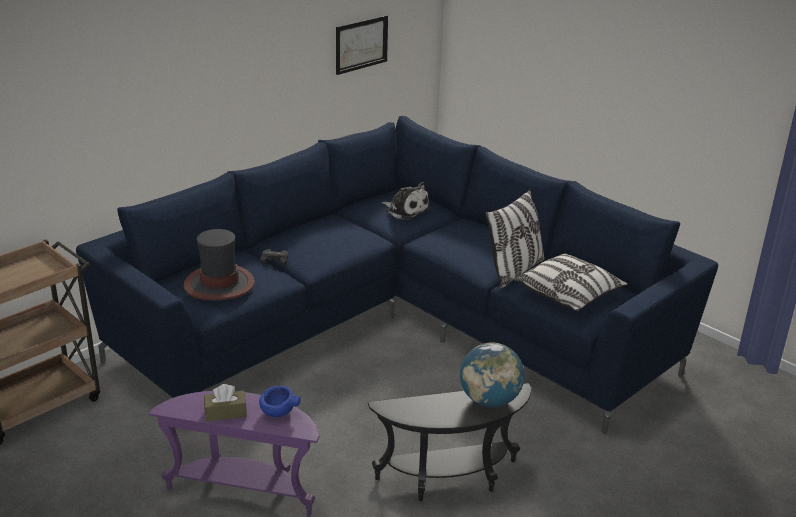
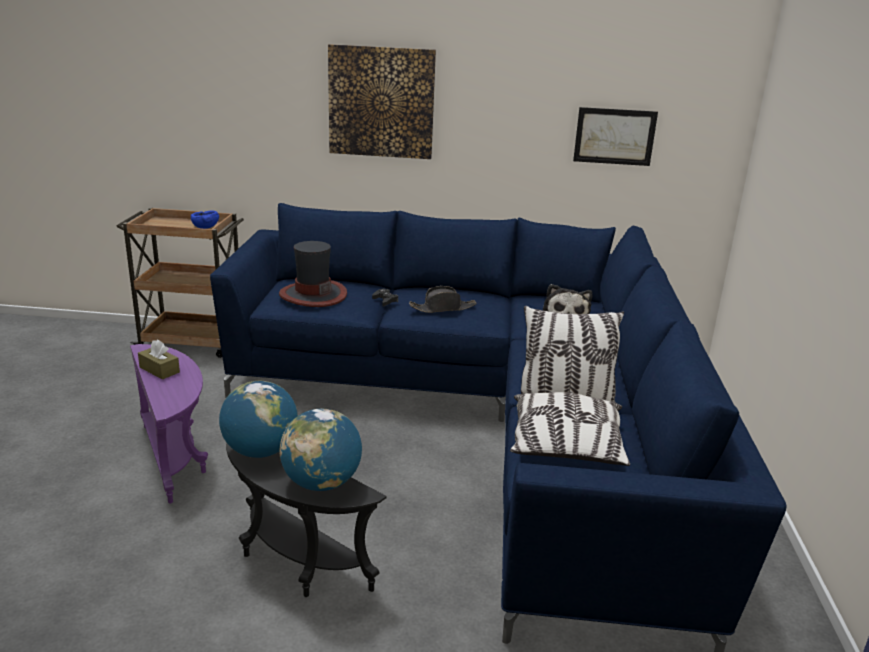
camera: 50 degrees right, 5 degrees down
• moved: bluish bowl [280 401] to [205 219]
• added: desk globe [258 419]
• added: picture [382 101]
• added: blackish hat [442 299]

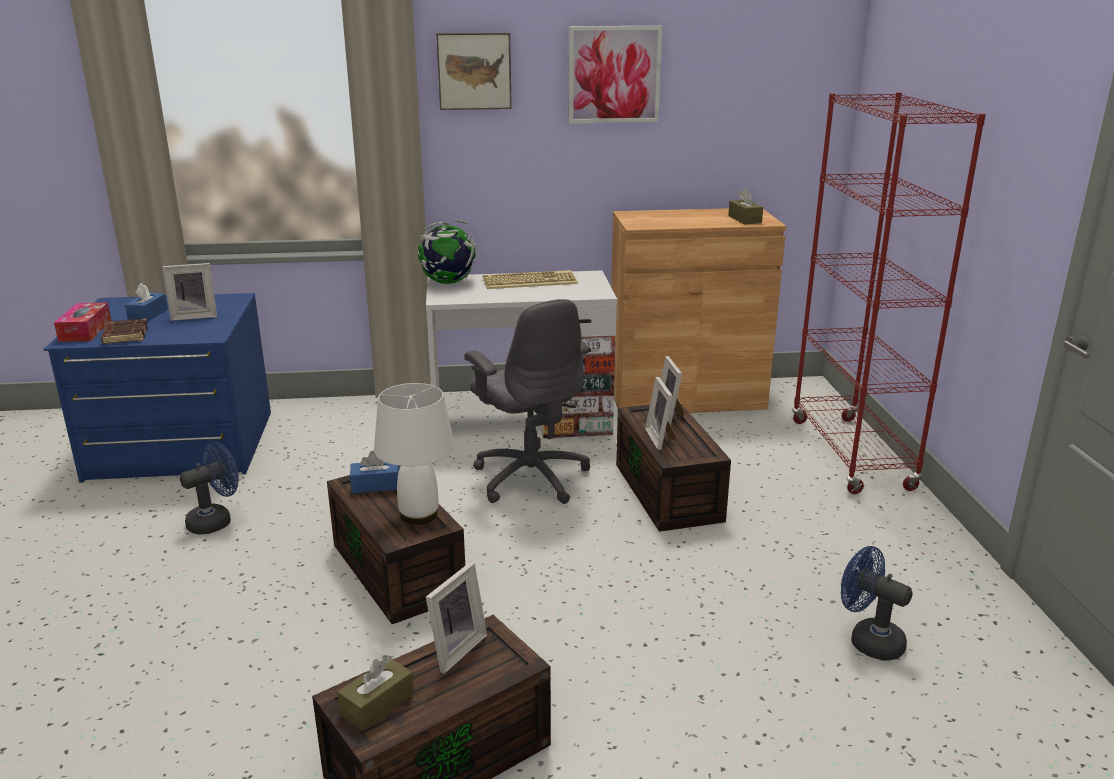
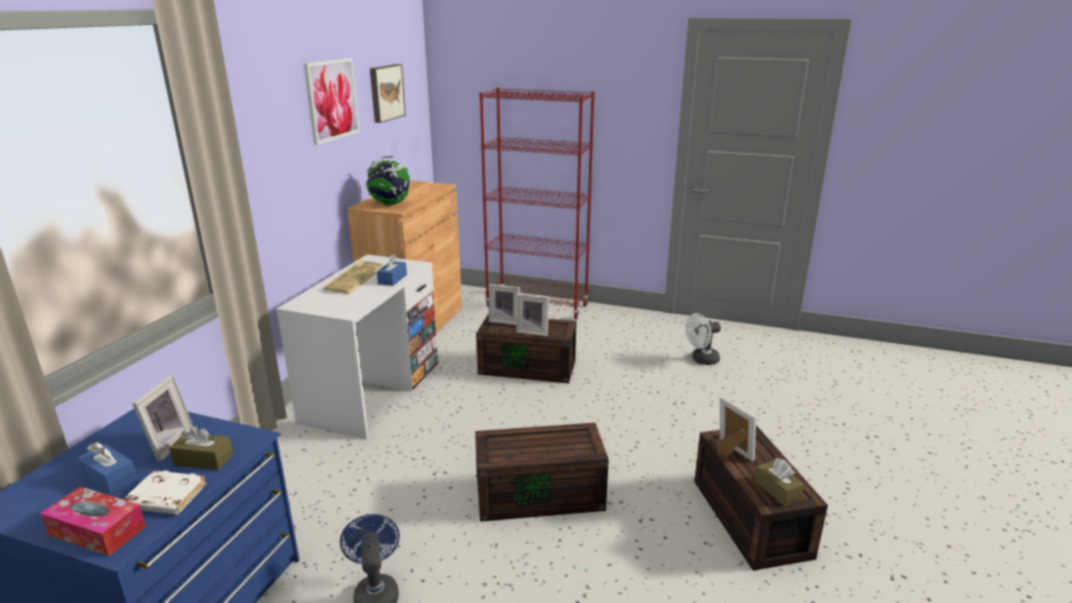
camera: 65 degrees left, 0 degrees up
• recoloured: brown volume [124 331] to white volume [165 492]
• moved: bluish tissue box [374 472] to [392 270]
• removed: white lamp for a table [414 454]
• moved: desk globe [447 252] to [388 180]
• moved: picture [474 71] to [388 93]
• removed: gray office chair [527 401]
• moved: brown tissue box [745 206] to [201 447]
• recoloured: bluish fan [877 603] to white fan [703 339]

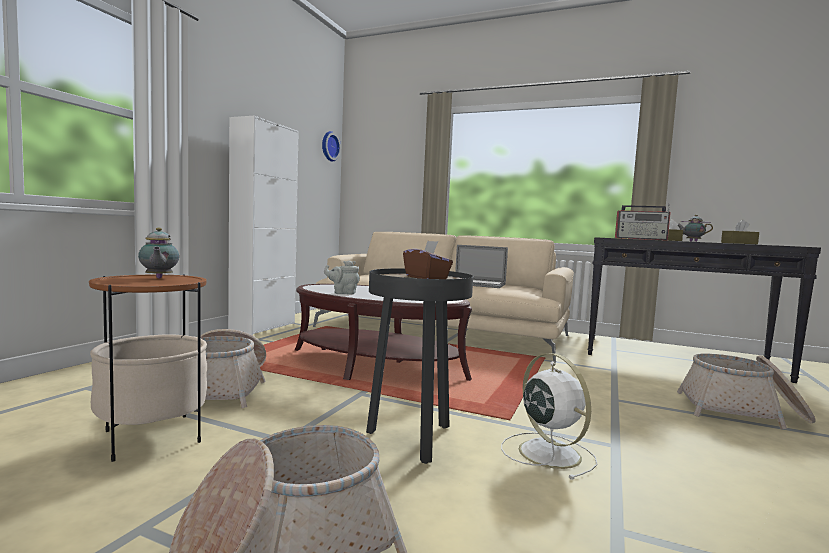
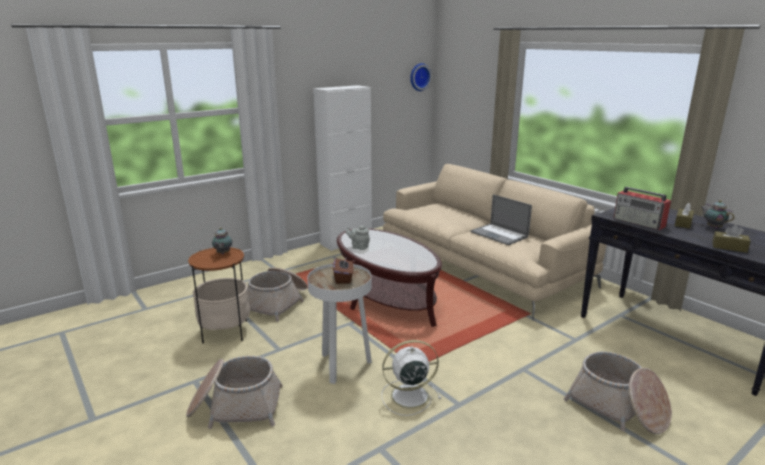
camera: 30 degrees right, 15 degrees up
• recoloured: blackish accent table [419 366] to white accent table [339 323]
• turned: white fan [549 416] = [411 378] 105 degrees counterclockwise

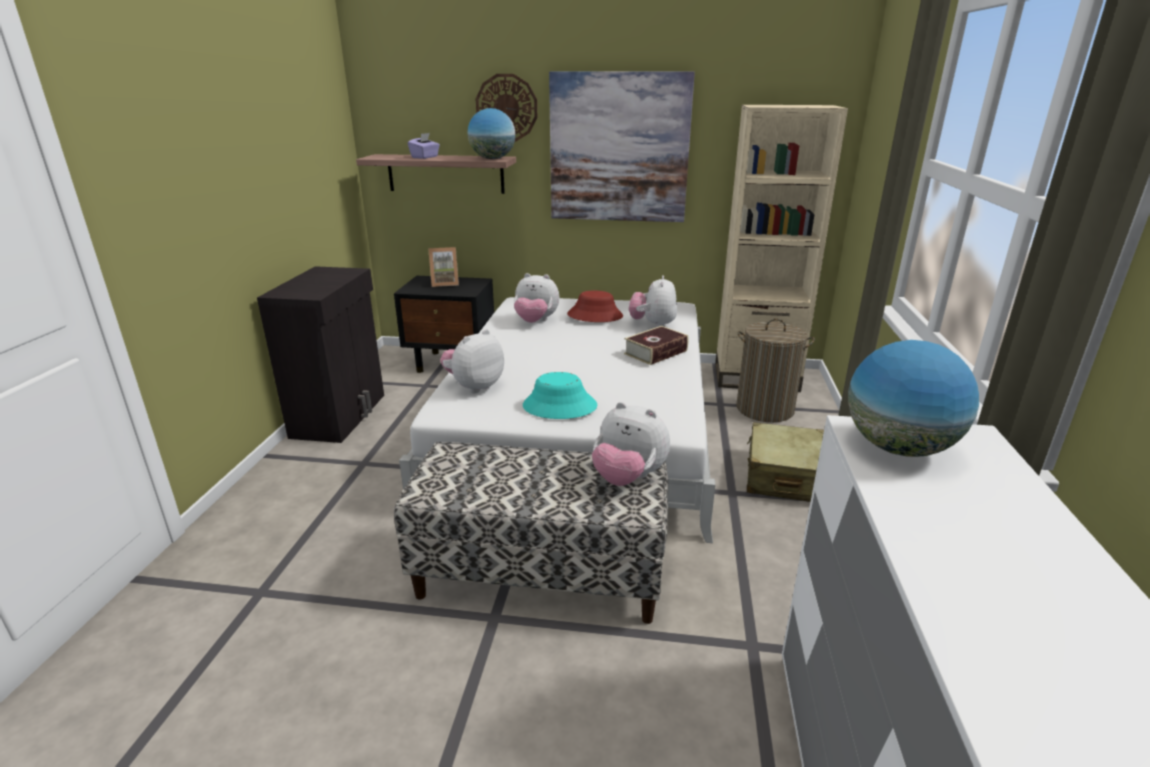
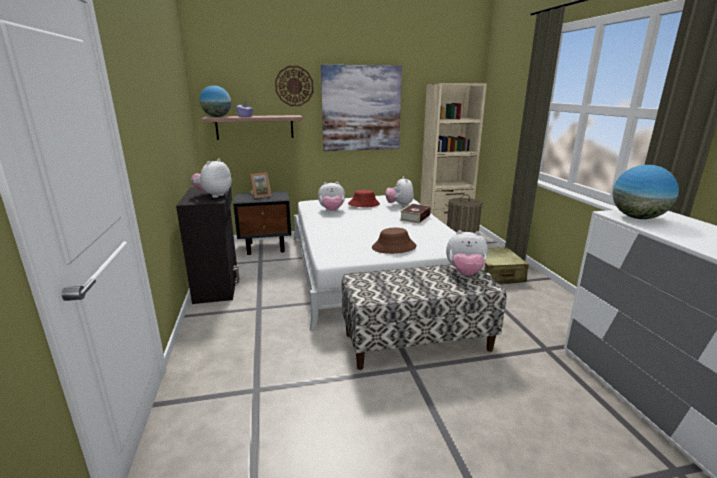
camera: 20 degrees left, 5 degrees down
• moved: cuddly toy [472 361] to [211 178]
• moved: desk globe [492 133] to [215 101]
• recoloured: turquoise-coloured hat [560 395] to brown hat [394 241]

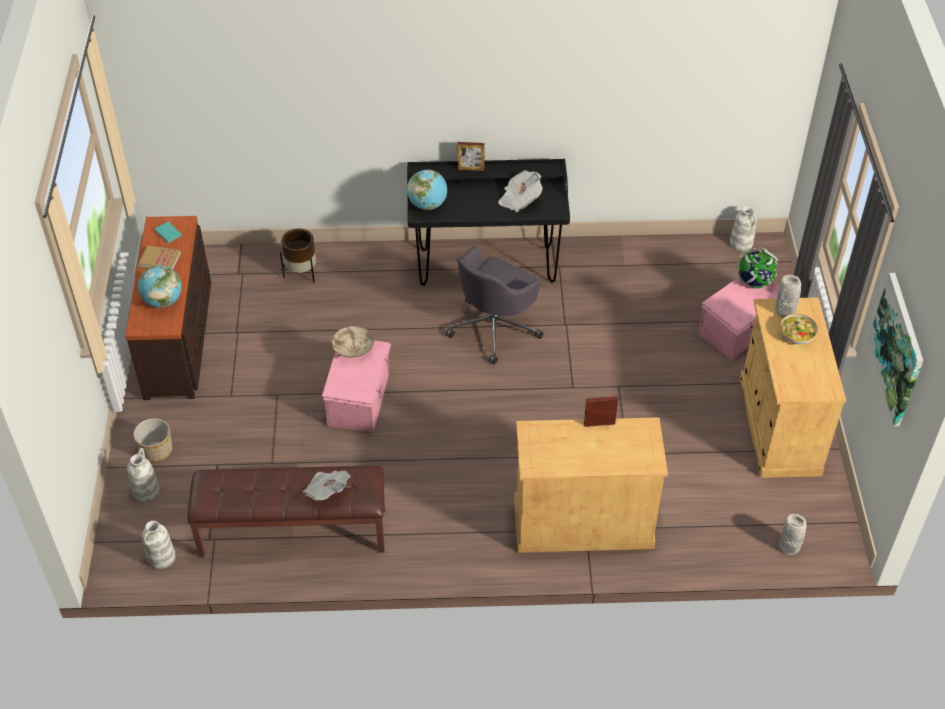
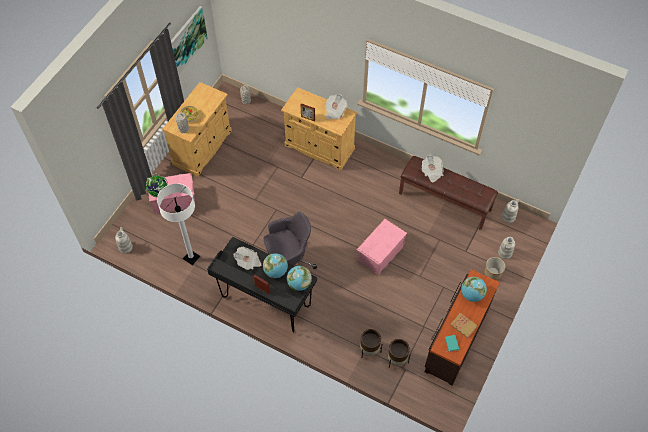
camera: 150 degrees left, 10 degrees up
• removed: sand-coloured bowl [353 341]
• added: white floor lamp [178 224]
• added: desk globe [275 265]
• added: newspaper [336 106]
• added: brown planter [399 353]

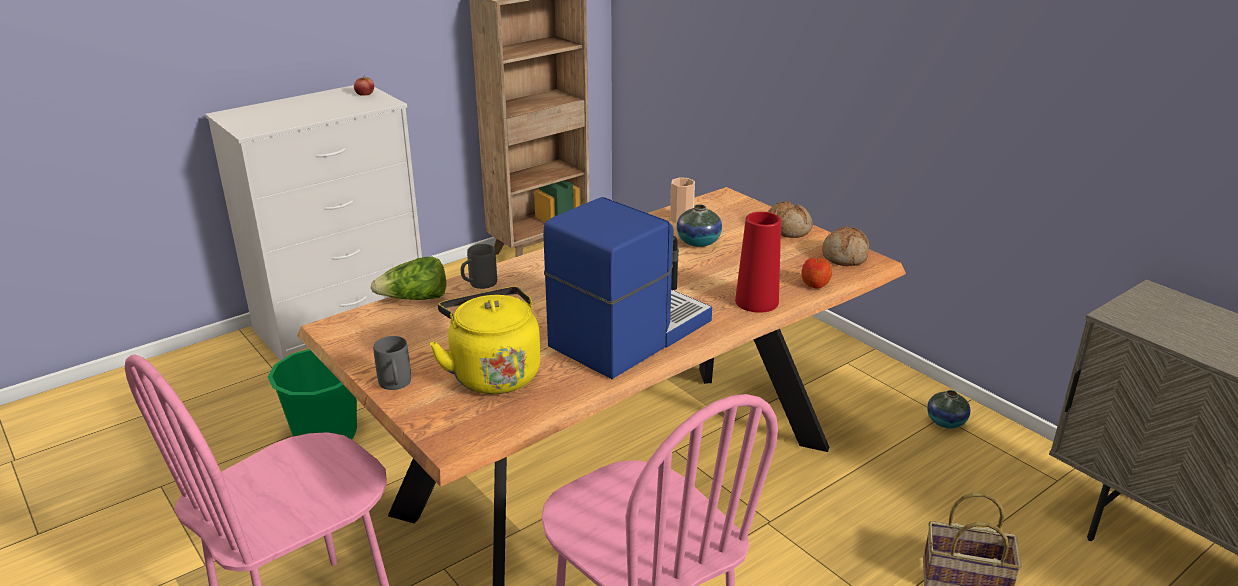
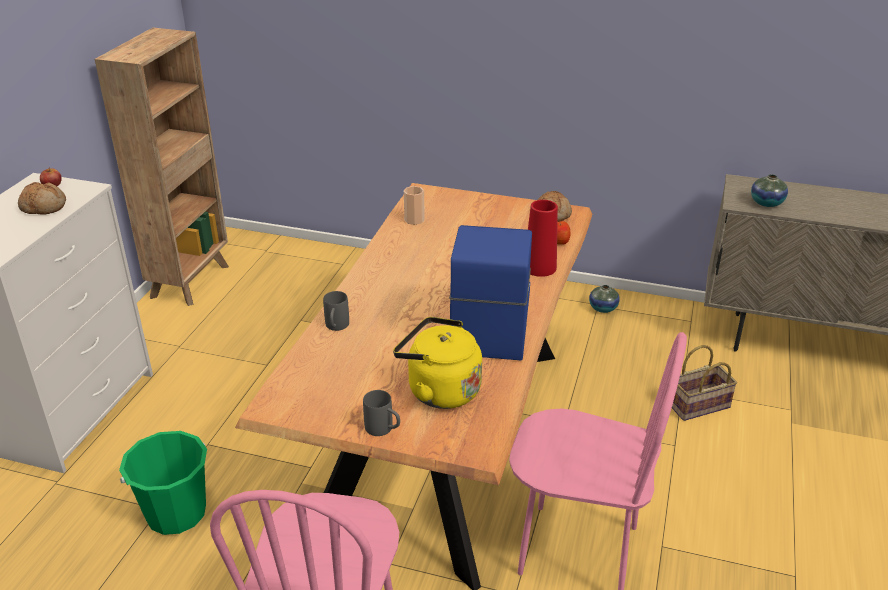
camera: 35 degrees left, 5 degrees up
• removed: head of lettuce [408 278]
• moved: decorative vase [699 225] to [769 190]
• moved: bread [790 219] to [42 198]

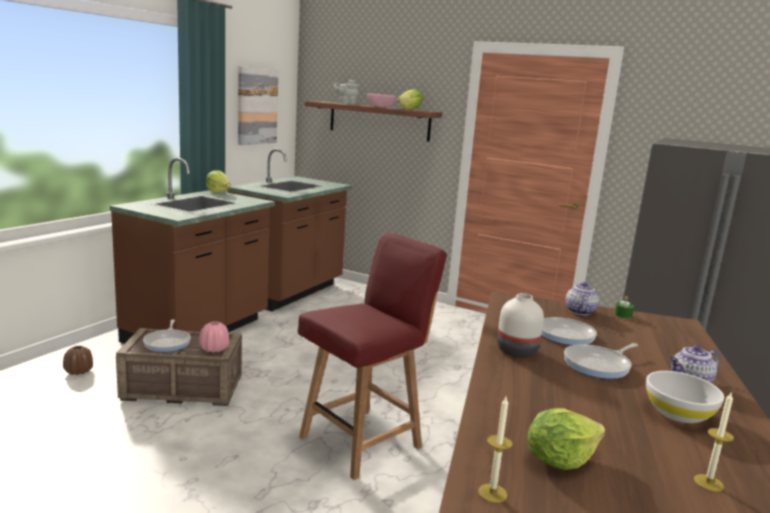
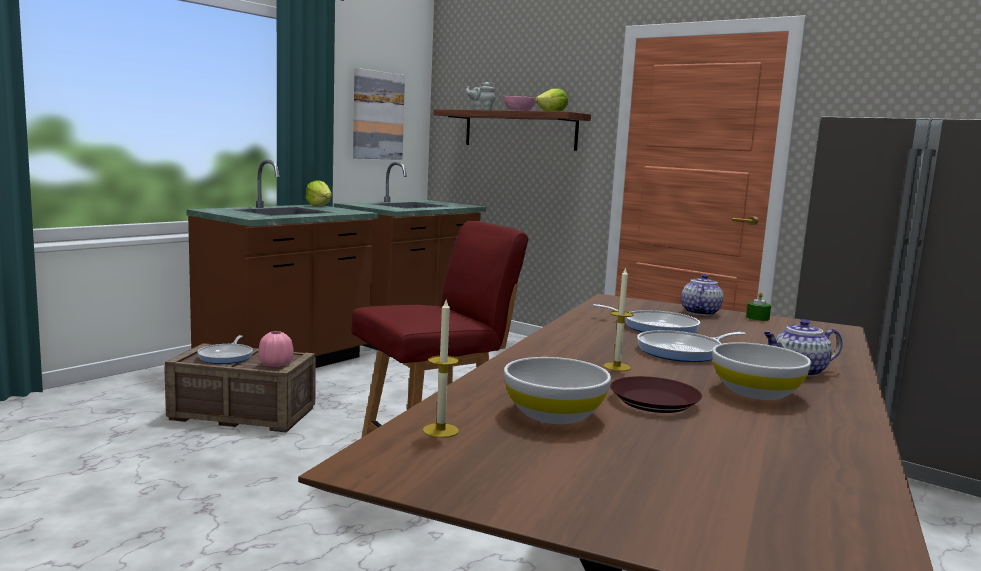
camera: 10 degrees right, 5 degrees down
• removed: brown decorative vase [78 360]
• removed: white decorative vase [520 325]
• replaced: head of lettuce [566 439] to white bowl [557 390]
• moved: wax candle [714 441] to [618 319]
• added: brown flat dish [656 394]

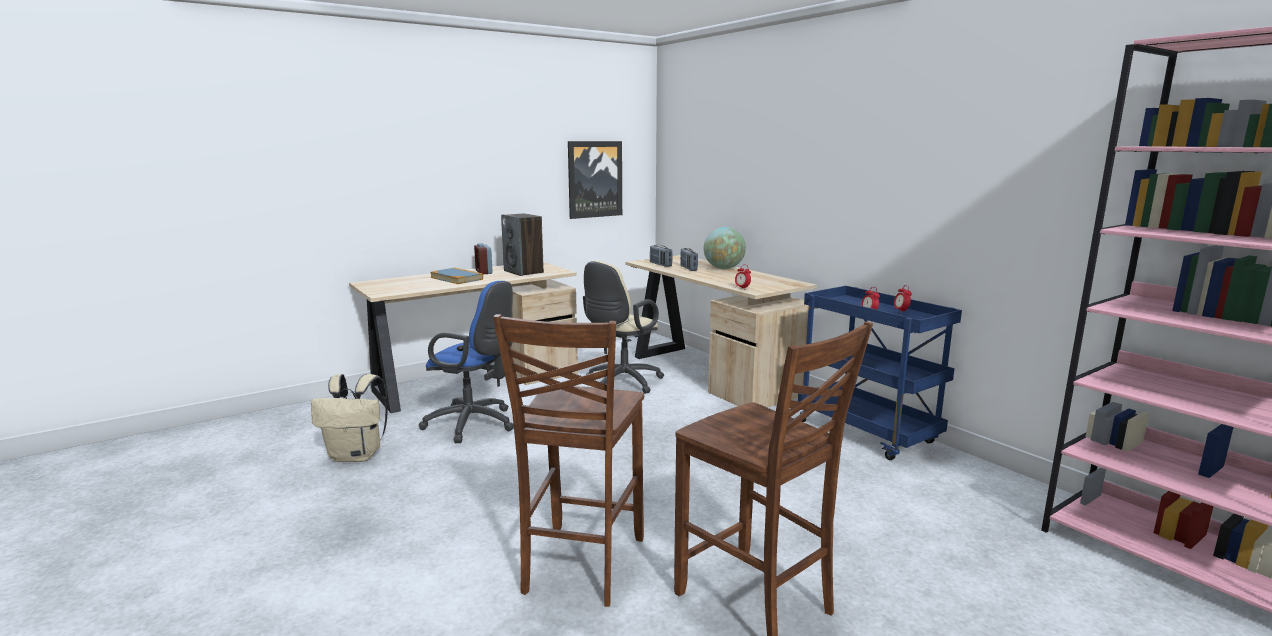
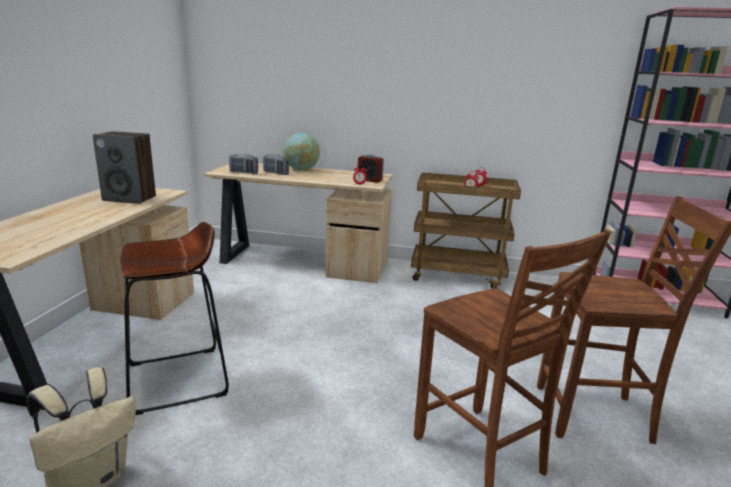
camera: 45 degrees left, 5 degrees up
• replaced: bluish office chair [466 362] to brown sitting stool [174 318]
• removed: volume [456 276]
• moved: alarm clock [483 258] to [371 168]
• removed: picture [595 180]
• removed: sand-coloured office chair [623 327]
• recoloured: bluish wheeled cart [880 373] to brown wheeled cart [466 230]

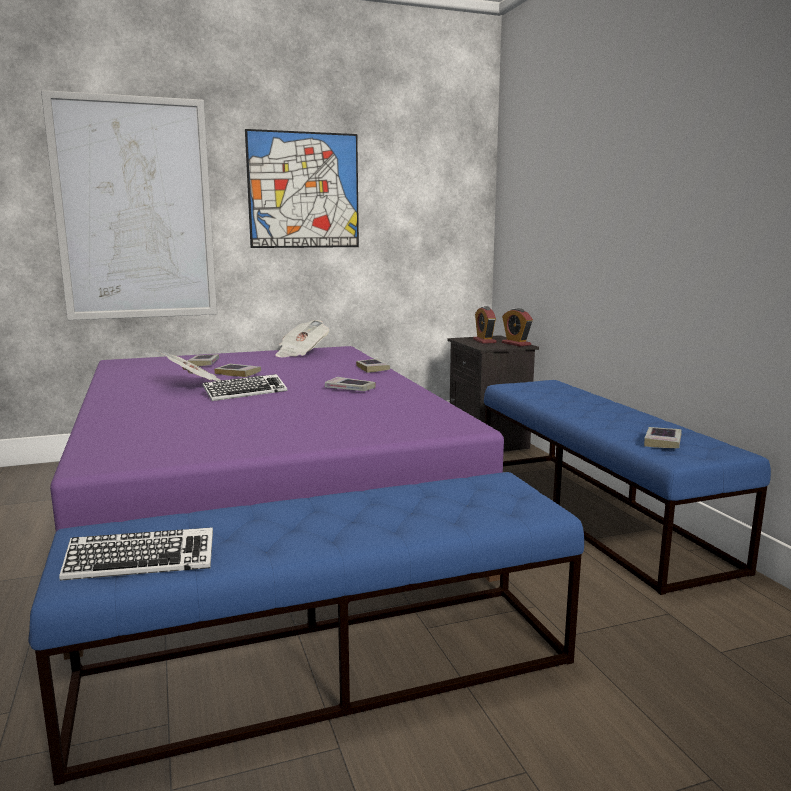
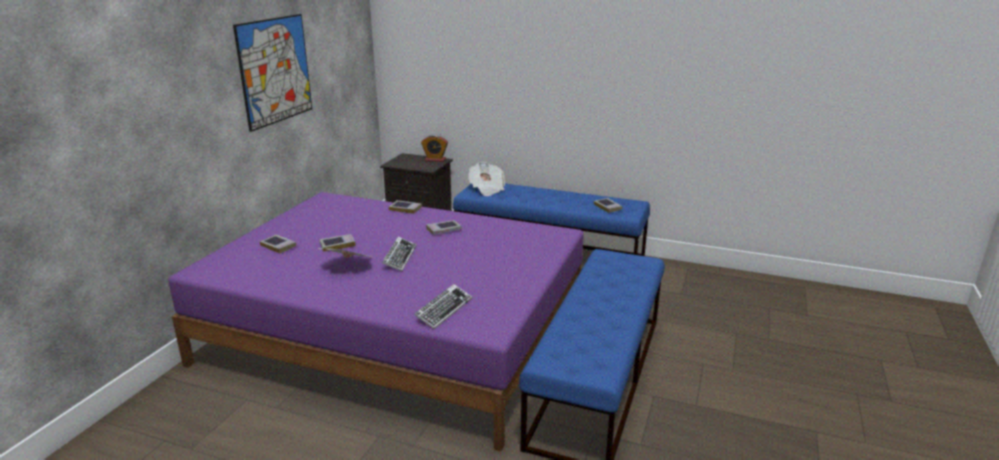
camera: 50 degrees left, 10 degrees up
• removed: picture [129 205]
• moved: keyboard [136 554] to [443 306]
• moved: newspaper [302 338] to [486 179]
• removed: alarm clock [484 325]

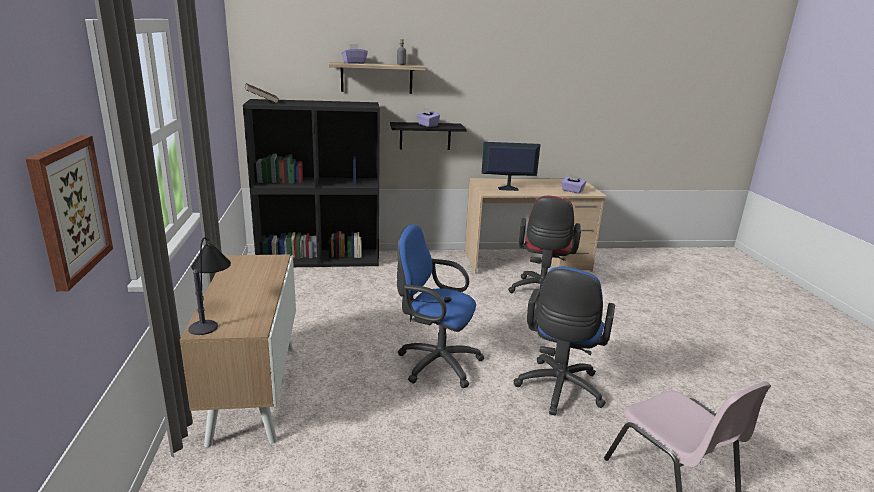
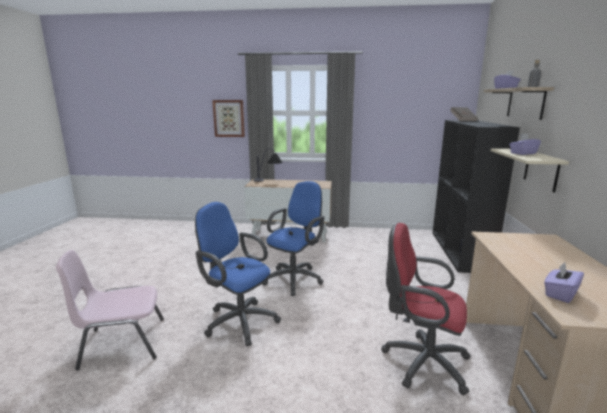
camera: 105 degrees right, 5 degrees down
• recoloured: blackish bracket shelf [428 136] to sand-coloured bracket shelf [530 170]
• removed: monitor [511 166]

